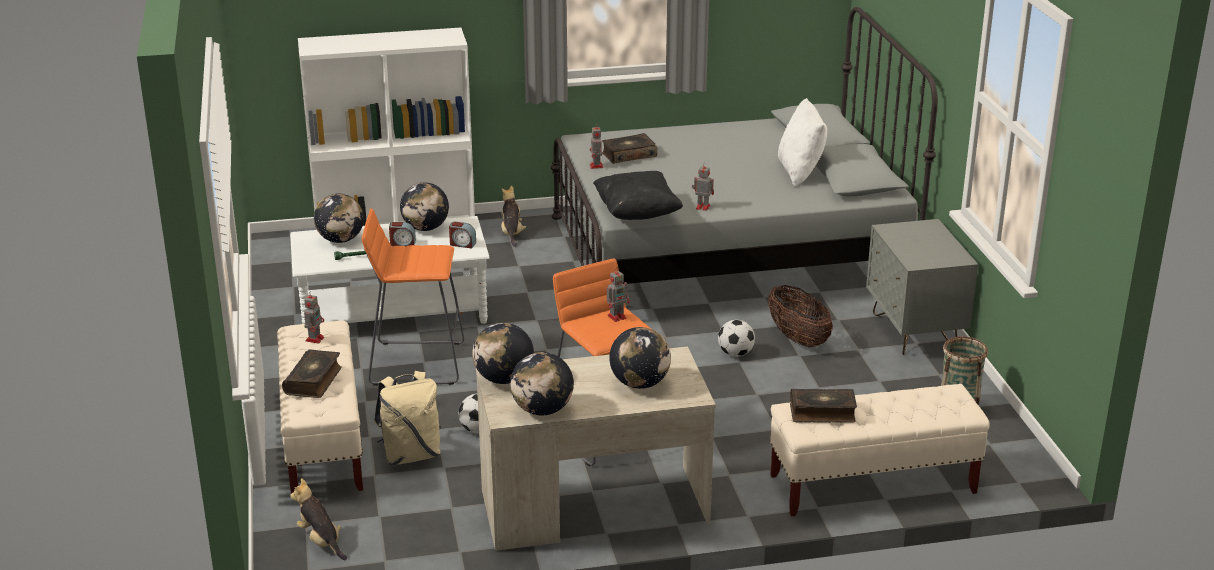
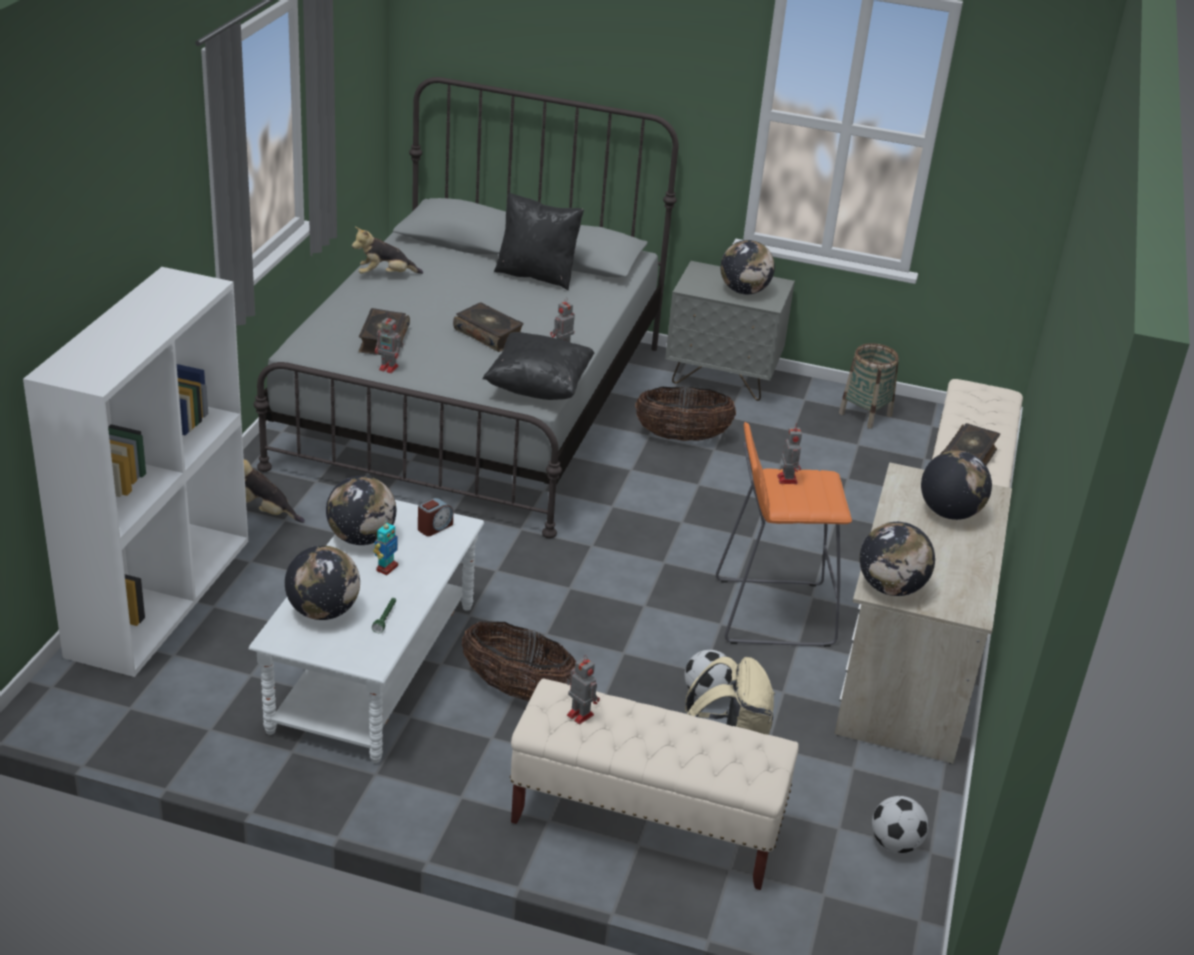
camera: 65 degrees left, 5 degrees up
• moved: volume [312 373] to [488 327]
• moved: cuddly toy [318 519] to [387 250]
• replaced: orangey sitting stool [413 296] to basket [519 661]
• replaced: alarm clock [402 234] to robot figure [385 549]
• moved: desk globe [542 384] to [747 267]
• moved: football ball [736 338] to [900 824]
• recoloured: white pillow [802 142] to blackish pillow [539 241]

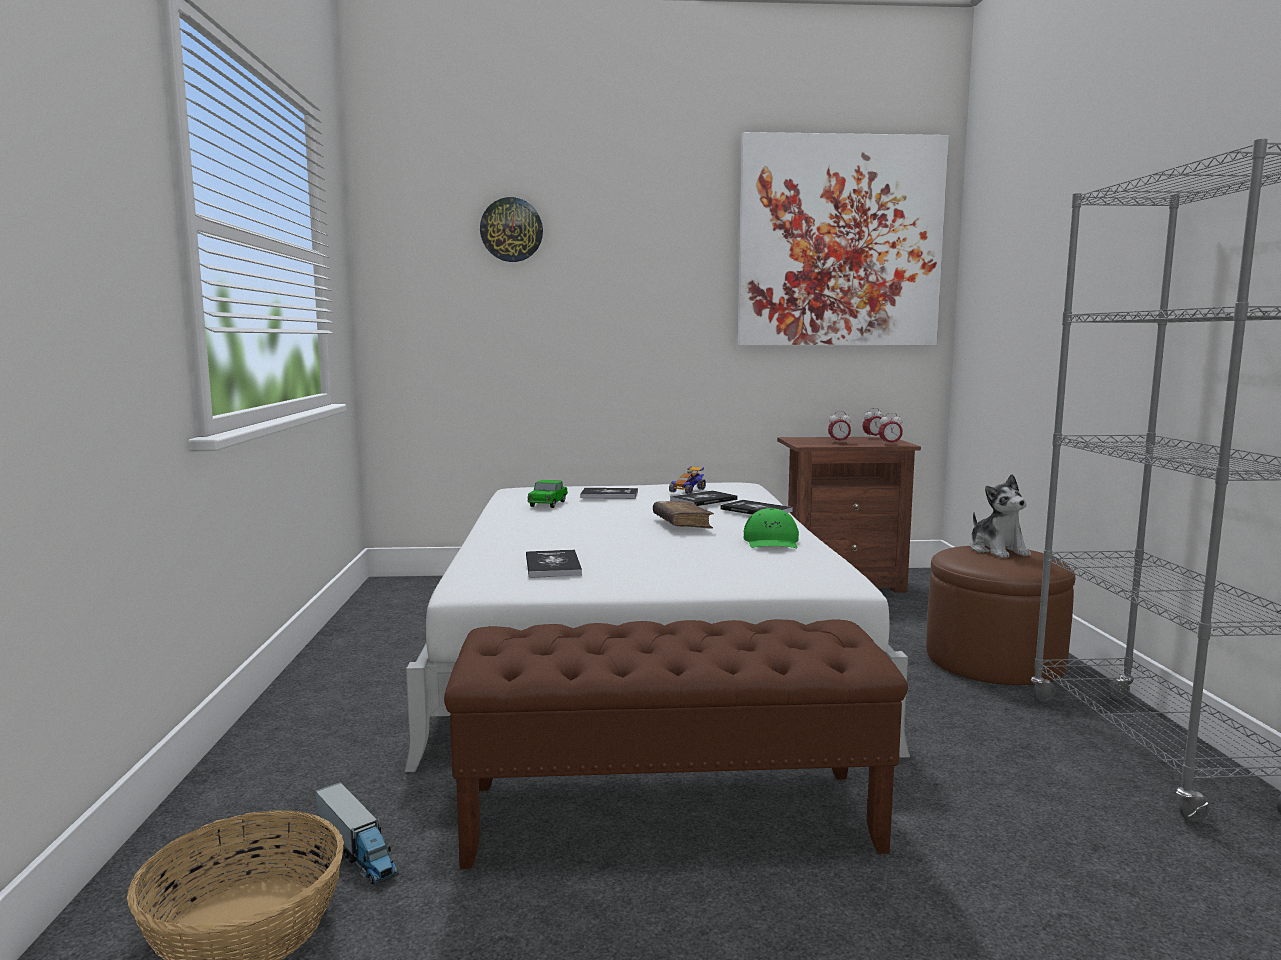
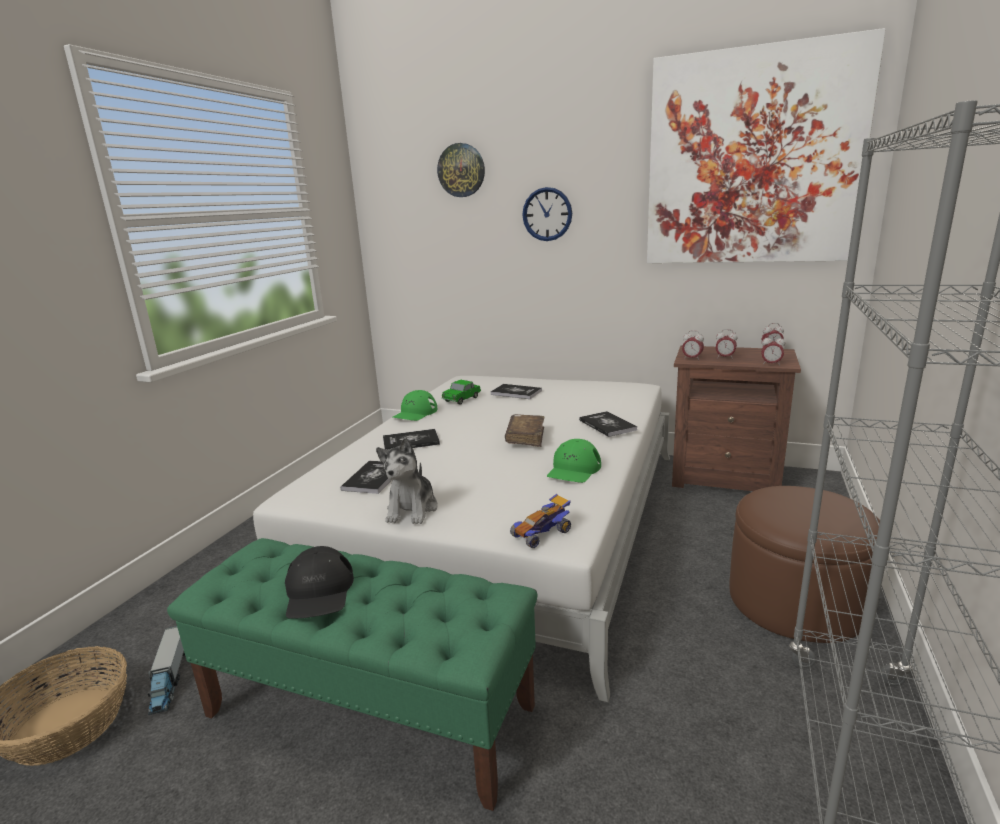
camera: 25 degrees right, 10 degrees up
• recoloured: brown long seat [676 744] to greenish long seat [352 674]
• moved: model car [687 480] to [540 521]
• moved: volume [704 498] to [411 439]
• moved: cuddly toy [1000 516] to [407 481]
• added: blackish cap [319 582]
• added: greenish cap [414 405]
• added: wall clock [547 214]
• added: alarm clock [693 345]

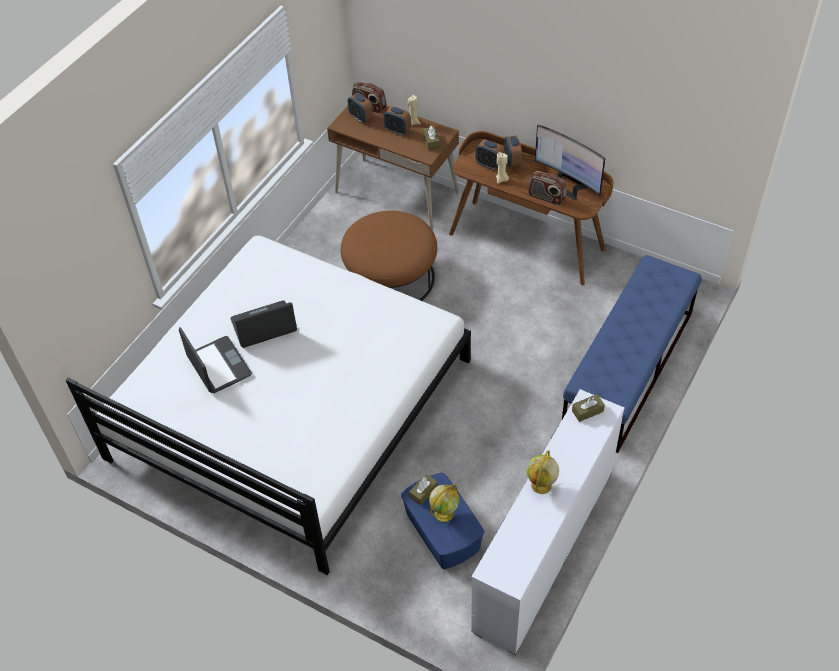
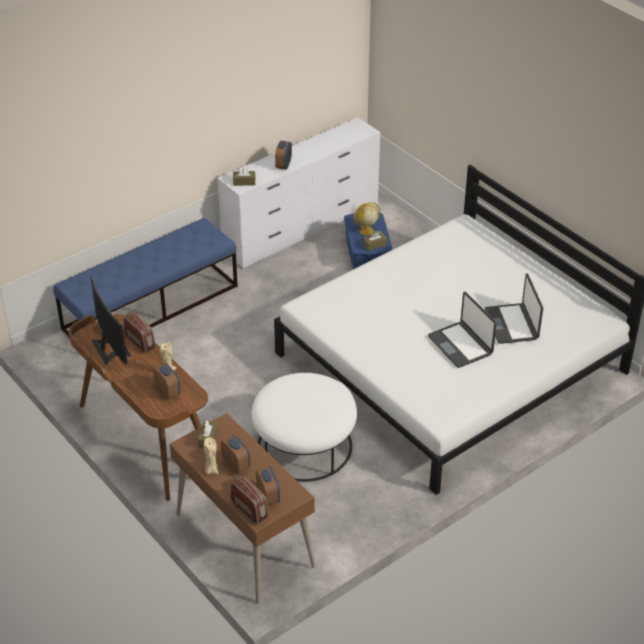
camera: 160 degrees left, 10 degrees down
• turned: notebook computer [264 324] = [462 330] 60 degrees clockwise
• recoloured: brown pouffe [389 256] to white pouffe [304 427]
• moved: alarm clock [513 151] to [283 155]
• removed: desk globe [543 472]

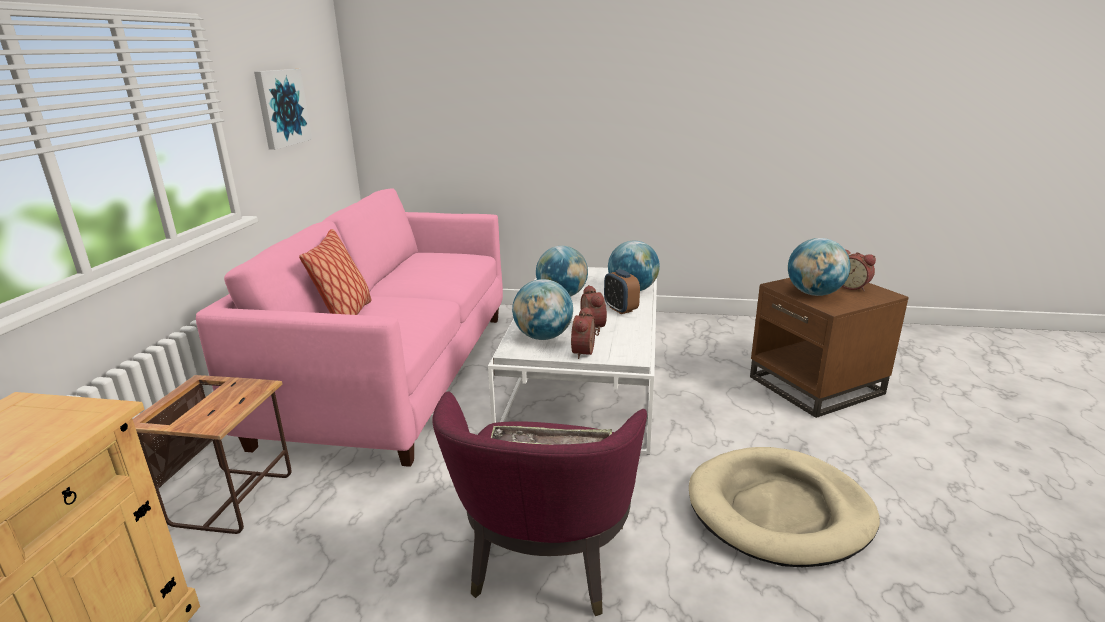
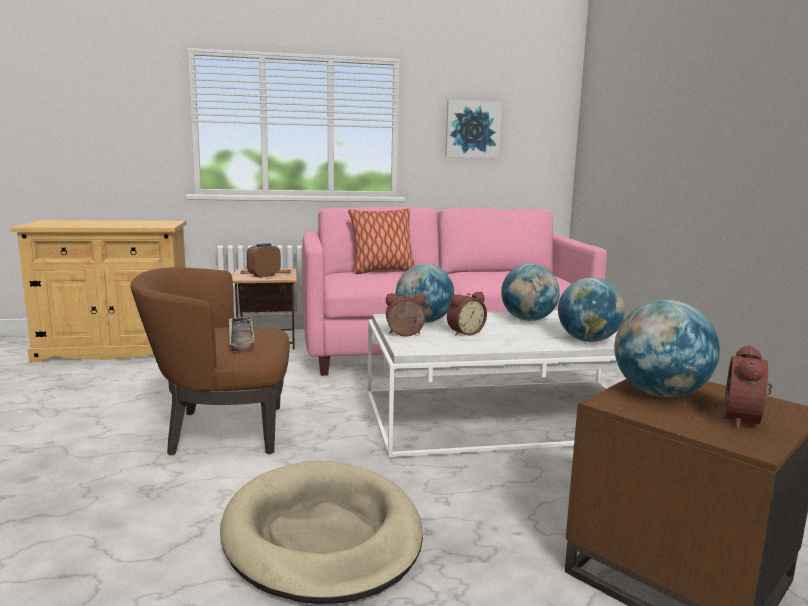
camera: 70 degrees right, 10 degrees down
• recoloured: purple easy chair [539 503] to brown easy chair [210 361]
• moved: alarm clock [622 291] to [264 260]

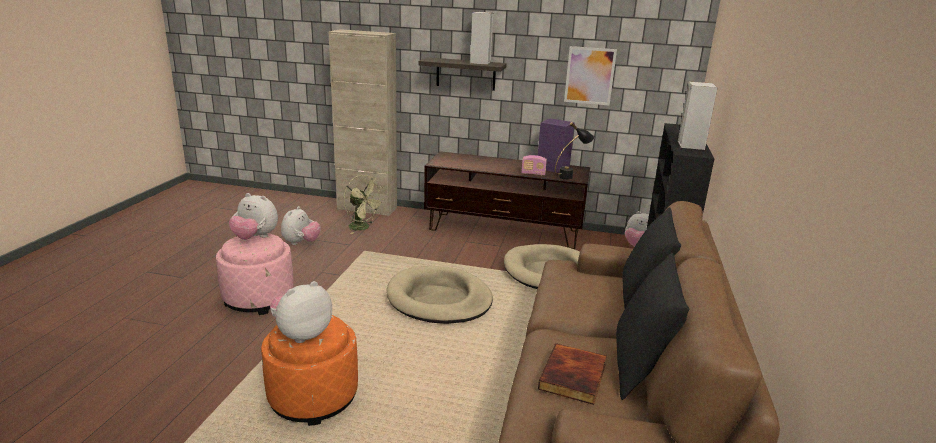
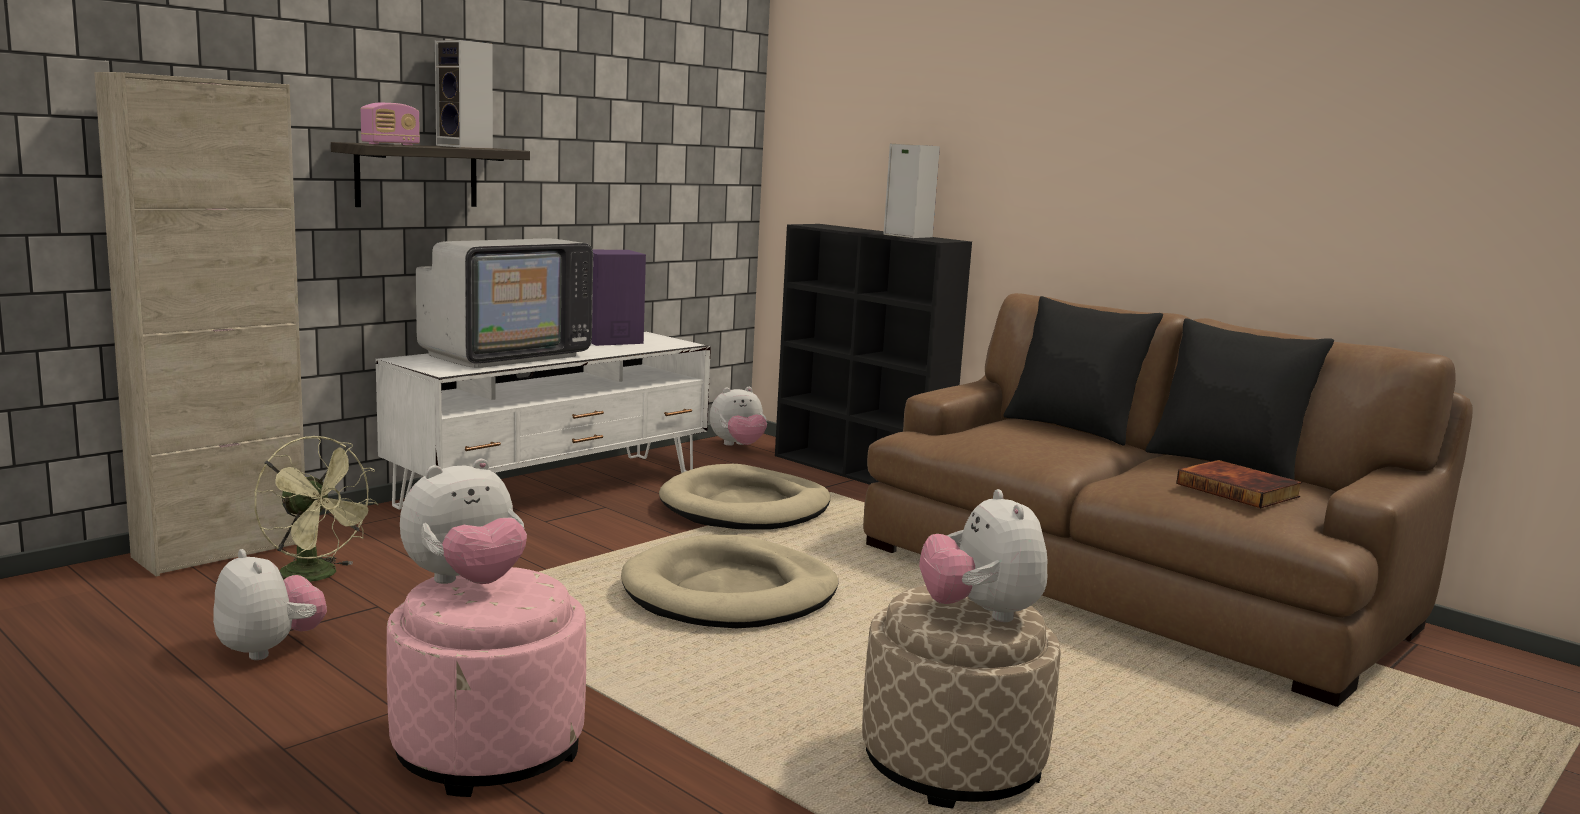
camera: 60 degrees left, 10 degrees down
• recoloured: orangey pouffe [309 370] to sand-coloured pouffe [961 697]
• turned: greenish fan [364 204] = [316 509] 60 degrees clockwise
• recoloured: brown tv unit [507 200] to white tv unit [543 420]
• moved: radio receiver [534 165] to [390 124]
• removed: blackish lamp for a table [574 151]
• removed: picture [590 76]
• added: TV set [504 303]

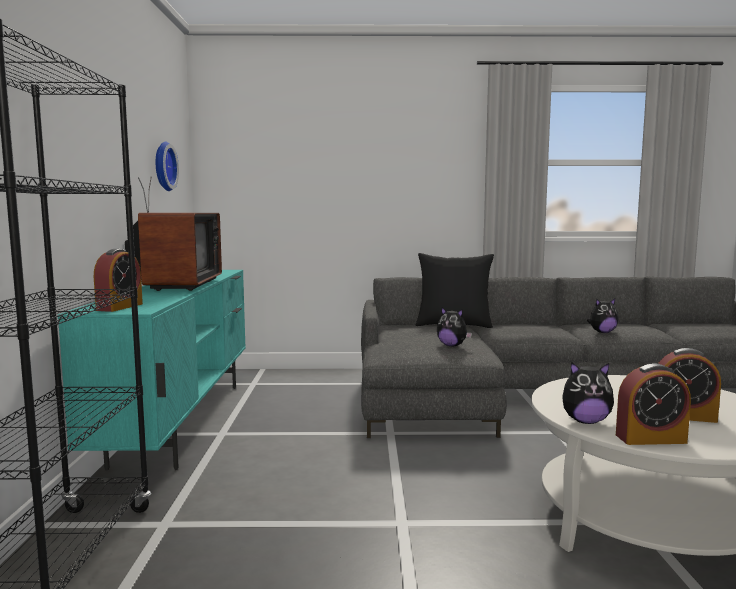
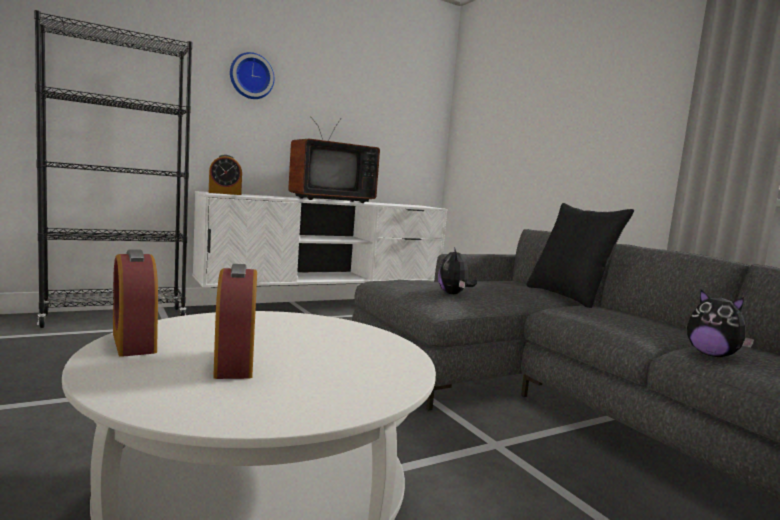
camera: 60 degrees right, 0 degrees up
• recoloured: turquoise-coloured tv unit [152 370] to white tv unit [319 239]
• moved: wall clock [167 166] to [252 75]
• removed: cuddly toy [588 393]

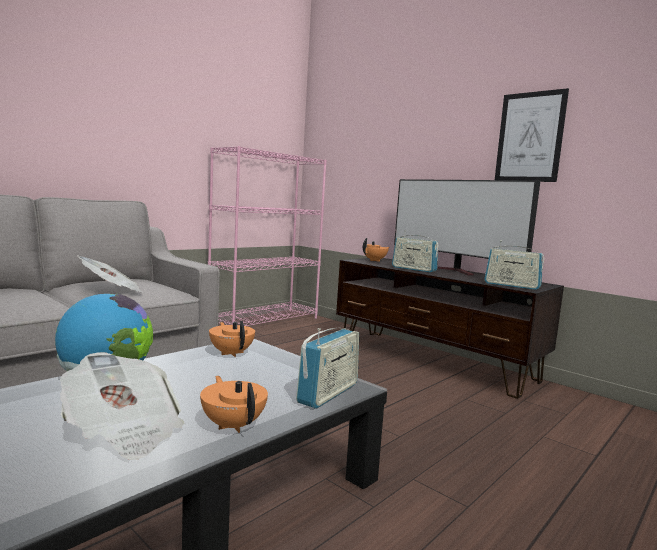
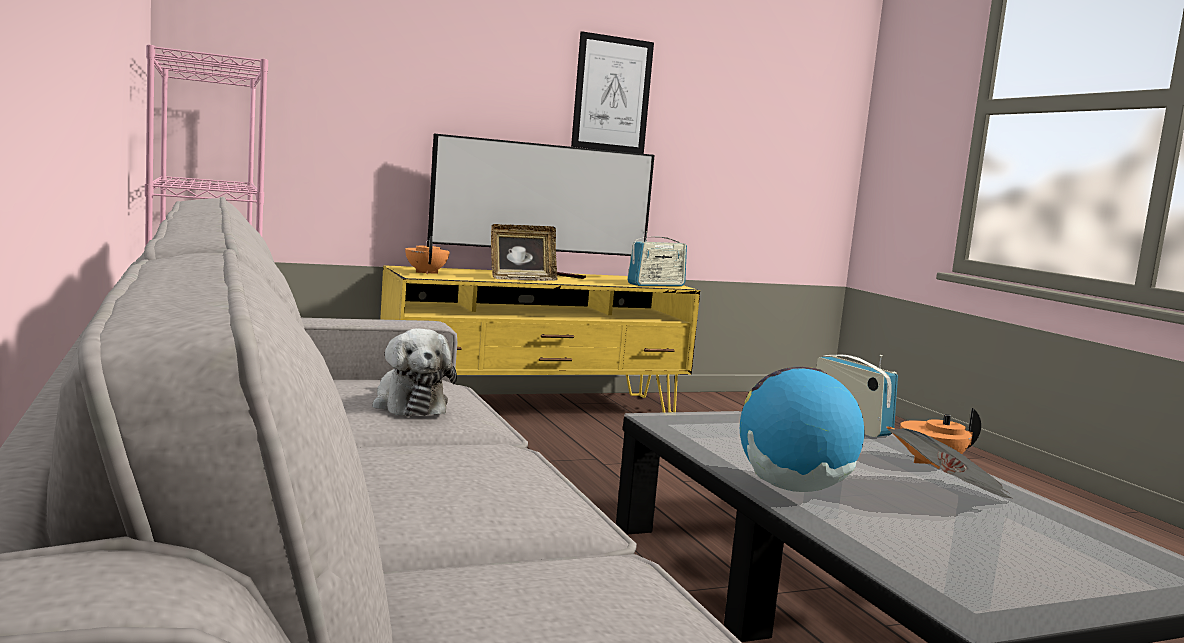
camera: 65 degrees left, 0 degrees up
• replaced: newspaper [110 274] to cuddly toy [414 372]
• removed: orangey tea pot [232 339]
• recoloured: brown tv unit [450 328] to yellowish tv unit [540 339]
• replaced: radio receiver [415 251] to standing frame [524 252]

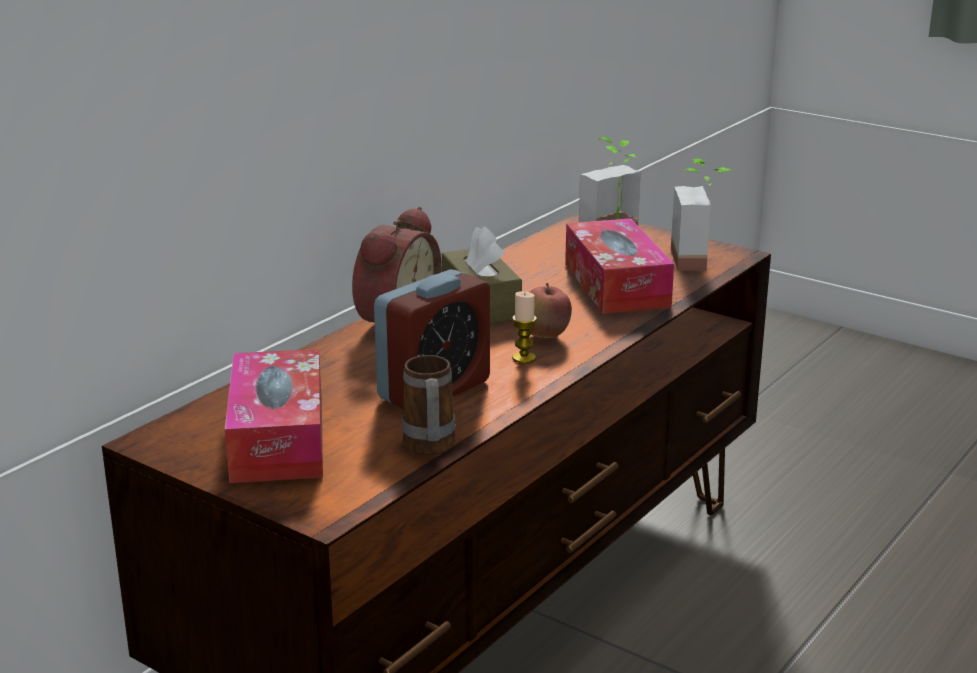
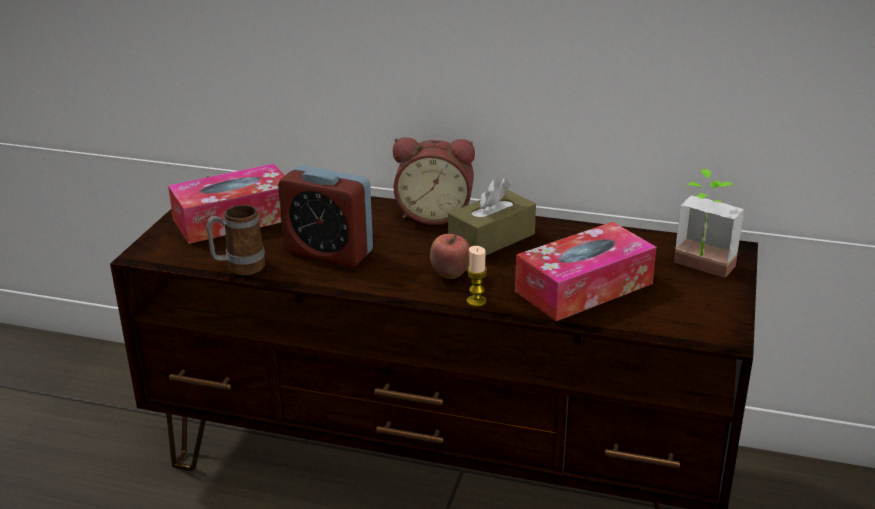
camera: 70 degrees right, 5 degrees up
• moved: wax candle [524 327] to [477 276]
• removed: houseplant [702 215]

